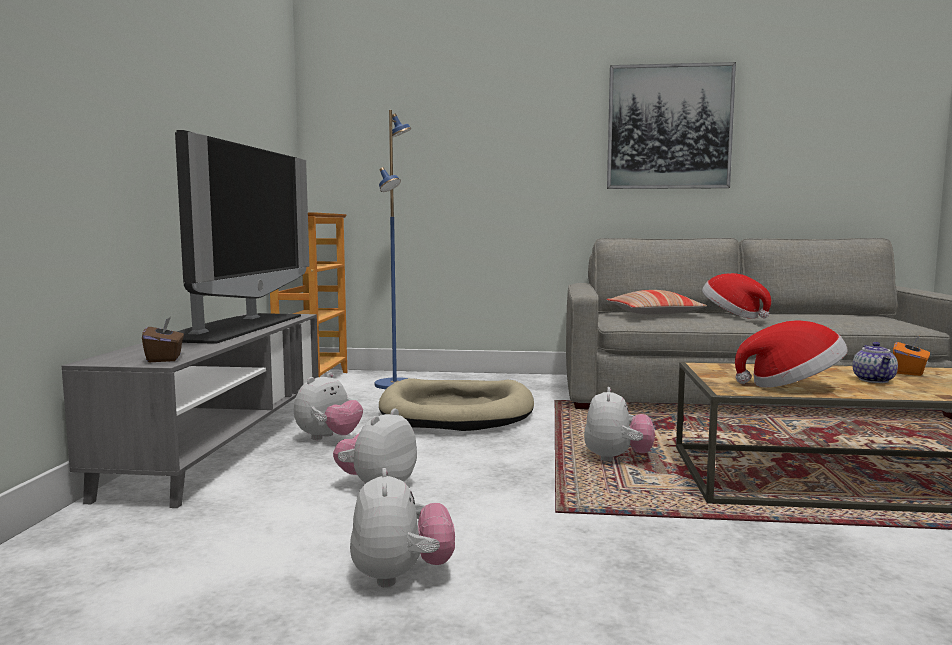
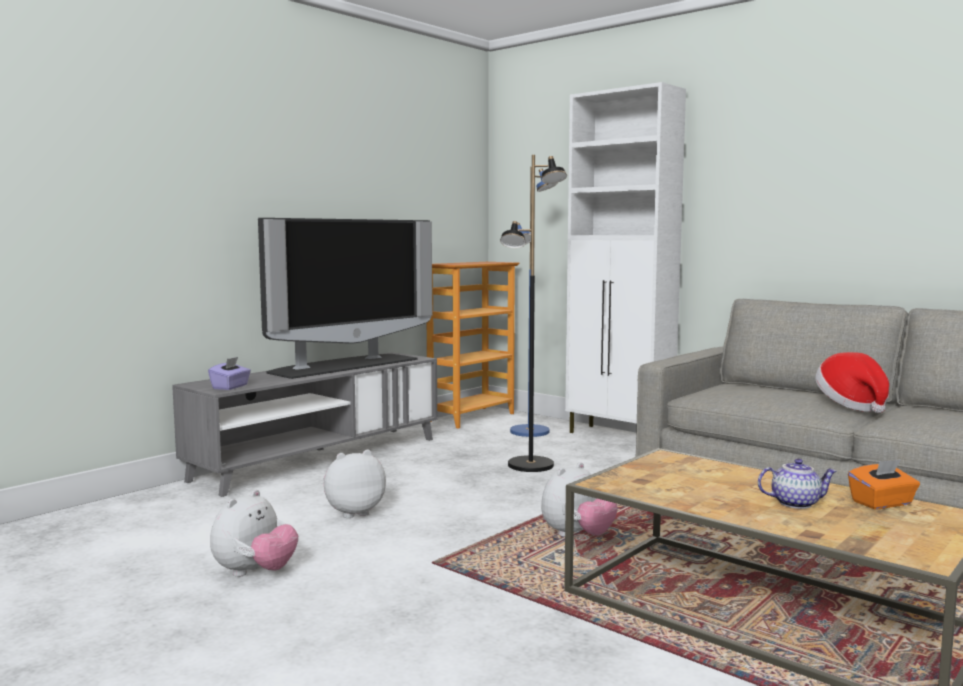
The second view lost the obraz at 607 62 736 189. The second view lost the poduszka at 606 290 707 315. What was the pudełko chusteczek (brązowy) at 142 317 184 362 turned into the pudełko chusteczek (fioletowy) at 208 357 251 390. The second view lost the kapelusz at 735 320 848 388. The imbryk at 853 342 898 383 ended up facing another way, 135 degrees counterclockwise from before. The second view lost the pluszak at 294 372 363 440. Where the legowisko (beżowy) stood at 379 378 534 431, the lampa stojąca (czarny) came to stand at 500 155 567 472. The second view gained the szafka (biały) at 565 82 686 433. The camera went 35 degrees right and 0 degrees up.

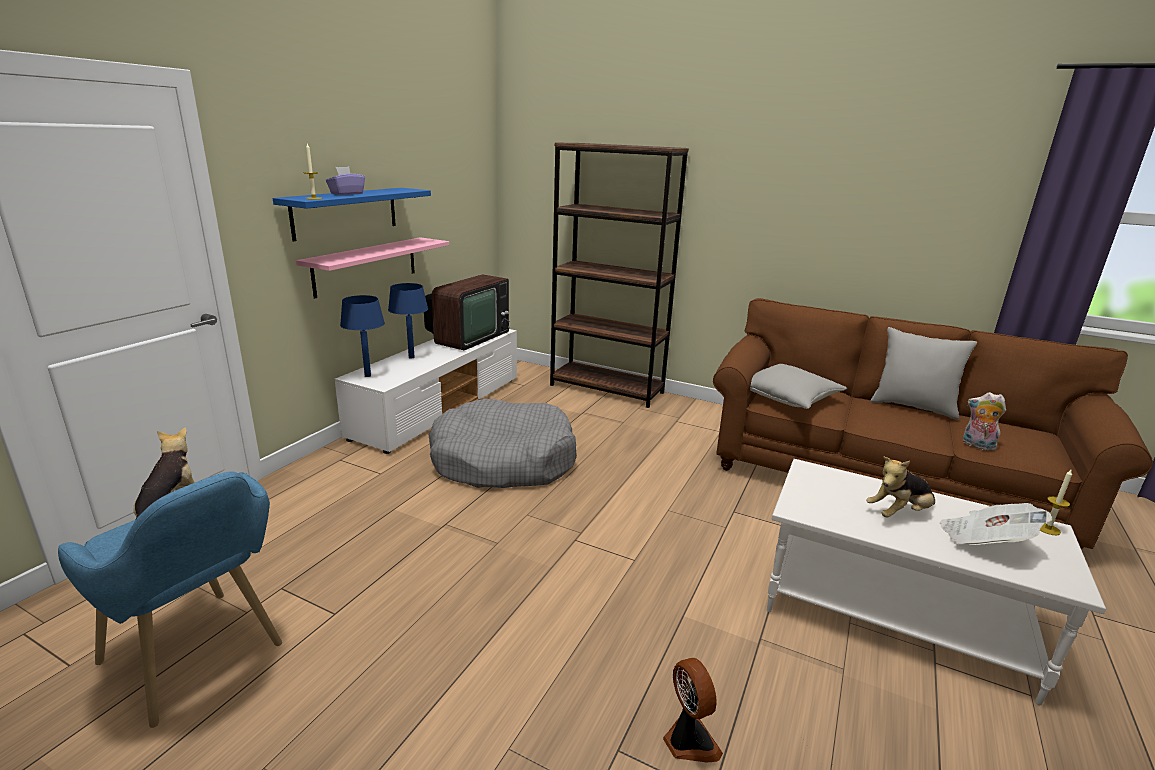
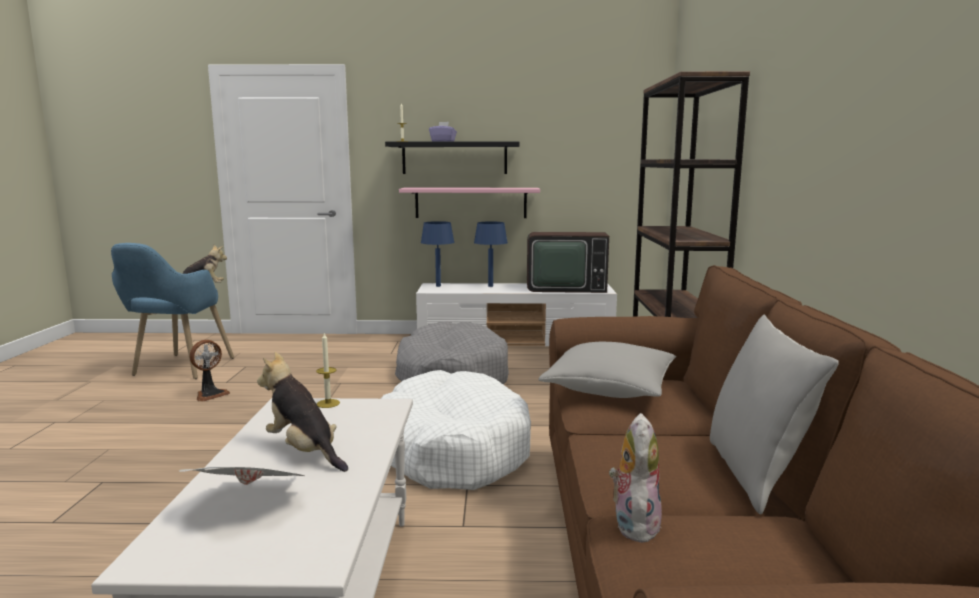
What was the półka (niebieski) at 273 188 431 242 turned into the półka (czarny) at 385 142 520 174. The świeca ended up elsewhere, having gone from 1040 470 1072 535 to 316 333 340 408. The wentylator ended up elsewhere, having gone from 663 658 723 763 to 189 340 230 402. The second view gained the legowisko (biały) at 381 370 531 490. The camera went 65 degrees right and 10 degrees down.

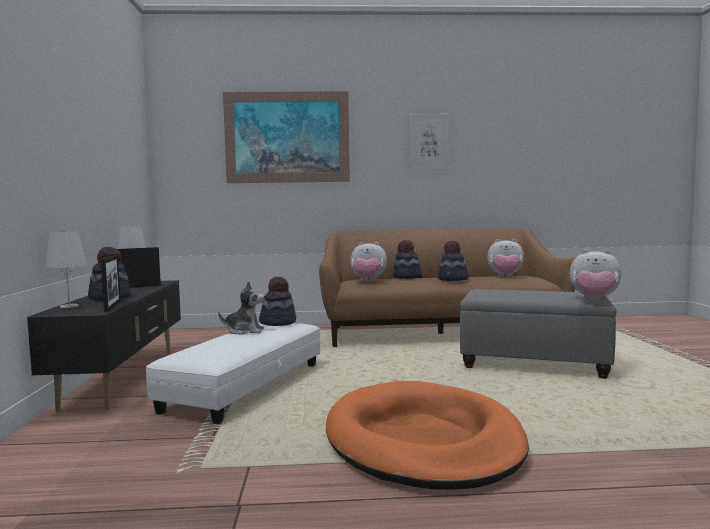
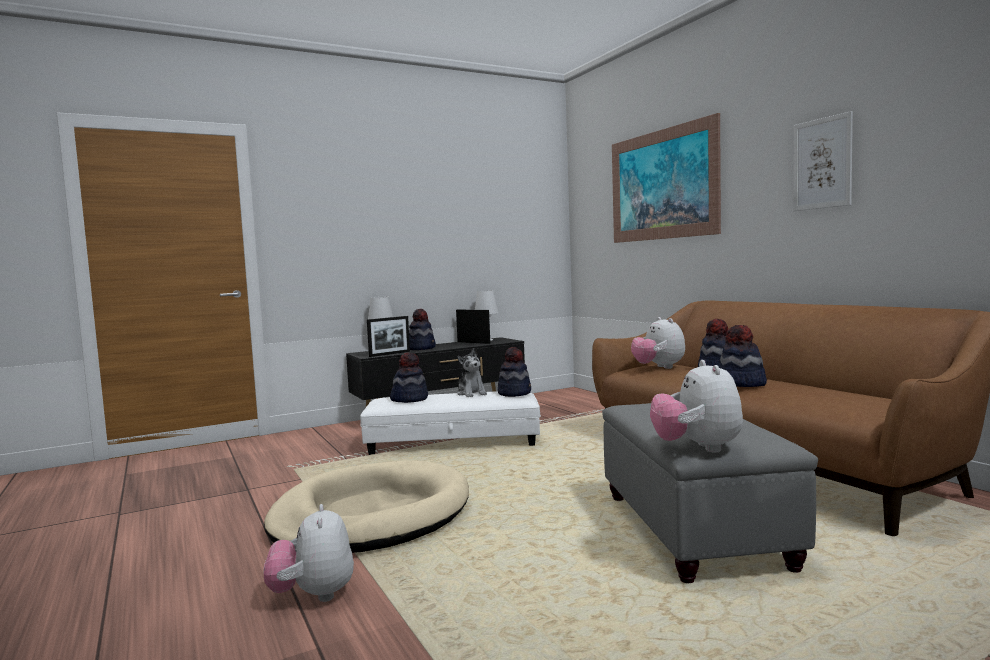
The pluszak ended up elsewhere, having gone from 487 239 524 277 to 263 504 354 602. What was the legowisko (pomarańczowy) at 326 381 529 490 turned into the legowisko (beżowy) at 264 460 469 553. The second view gained the kapelusz at 390 352 428 403. The camera went 65 degrees right and 0 degrees up.

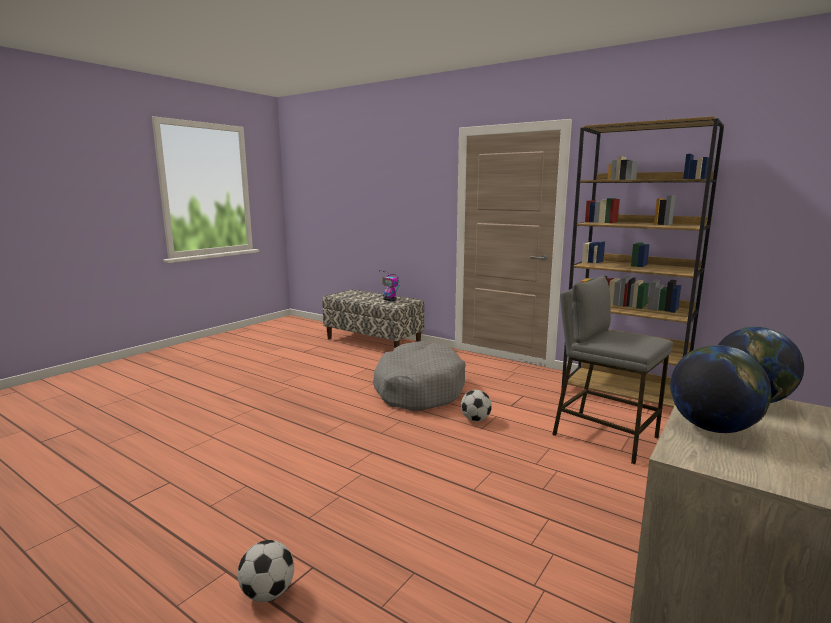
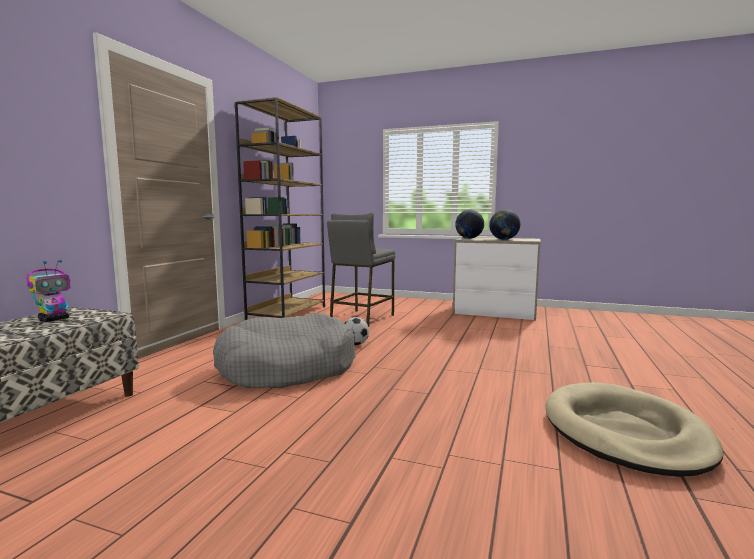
The second view lost the piłka futbolowa at 238 540 294 602. The second view gained the legowisko (beżowy) at 545 382 723 477. The camera went 105 degrees left and 5 degrees down.

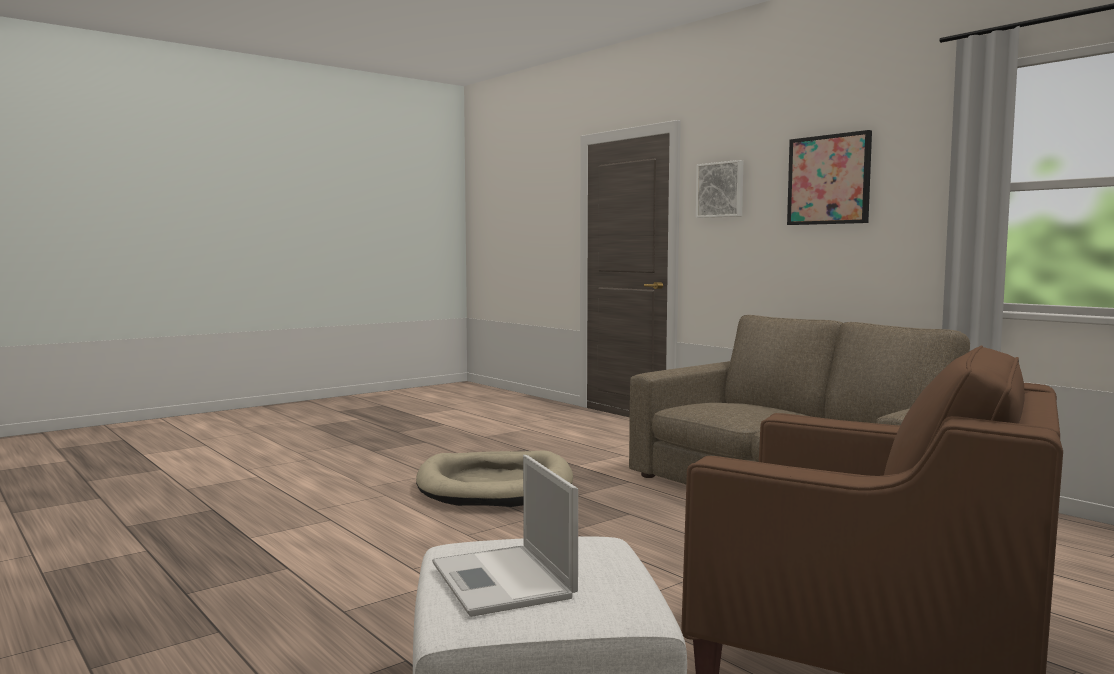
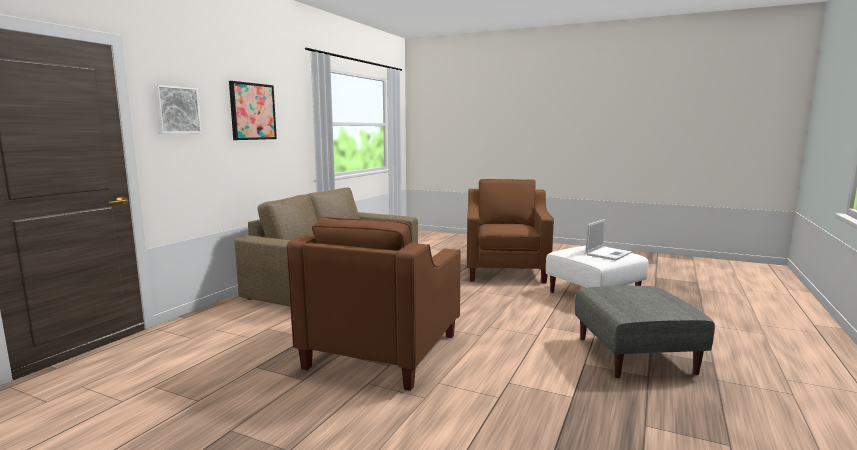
Where the legowisko (beżowy) stood at 416 450 573 507, the fotel (brązowy) came to stand at 287 217 461 391. The second view gained the pufa (szary) at 575 286 715 378. The camera went 115 degrees left and 5 degrees up.

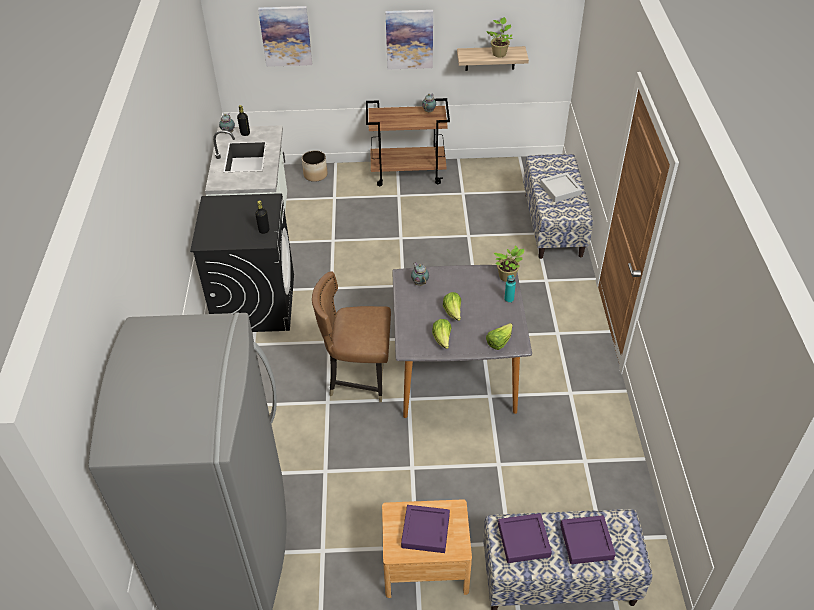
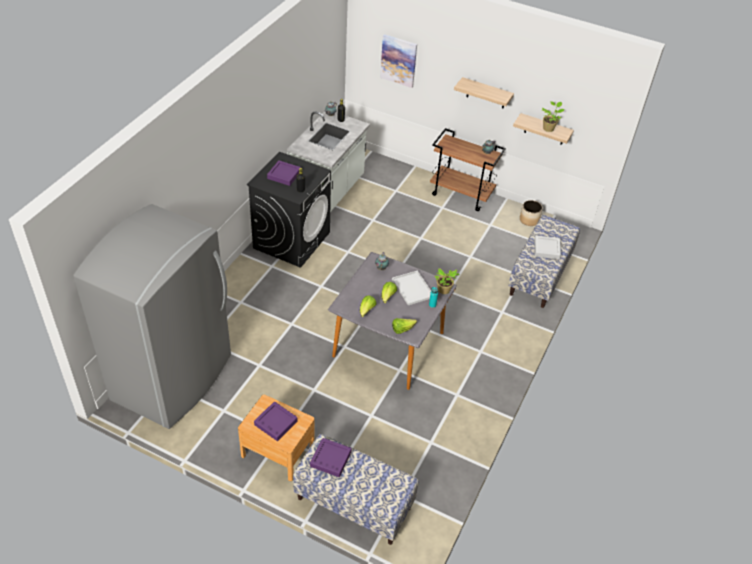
Where the obraz hung at 385 10 433 70, the półka came to hang at 454 77 514 108. The donica ended up elsewhere, having gone from 302 150 328 182 to 520 200 543 226. The second view lost the krzesło (brązowy) at 312 271 391 402. The taca (fioletowy) ended up elsewhere, having gone from 560 515 616 564 to 267 160 301 186. The second view gained the taca (biały) at 392 270 431 305. The camera went 25 degrees right and 0 degrees up.

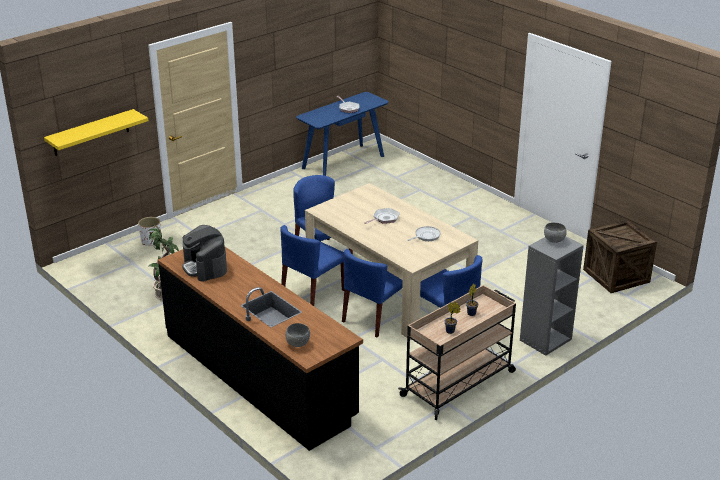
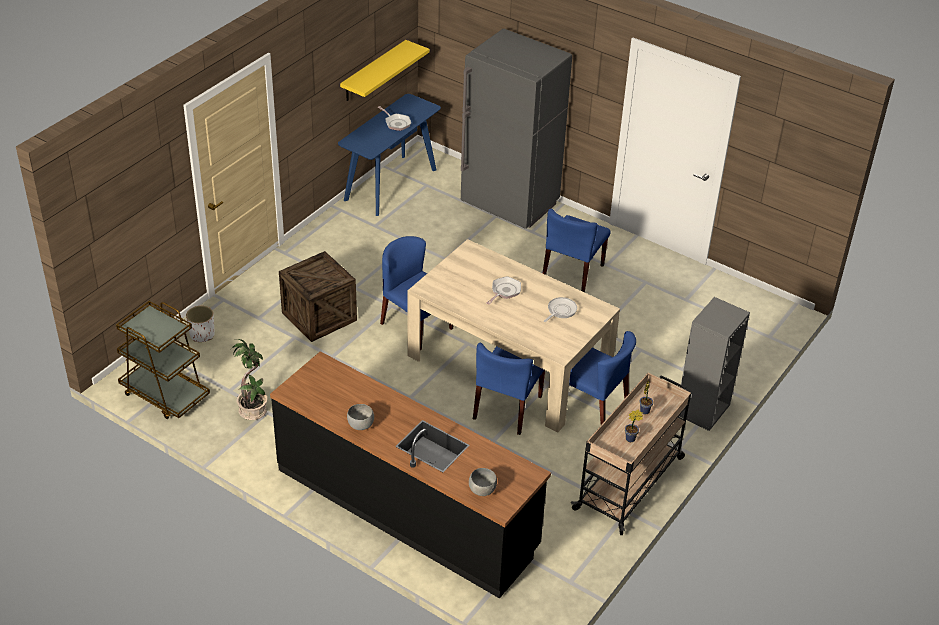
The półka (żółty) ended up elsewhere, having gone from 44 109 148 156 to 340 40 429 101. The skrzynka ended up elsewhere, having gone from 583 220 657 293 to 279 251 357 342. The miska (szary) ended up elsewhere, having gone from 544 222 567 243 to 347 404 374 430. The second view lost the ekspres do kawy at 182 225 227 281. The krzesło (niebieski) ended up elsewhere, having gone from 280 225 344 306 to 543 209 611 293. The second view gained the lodówka (szary) at 461 29 572 229. The second view gained the wózek (brązowy) at 116 301 210 419. The camera went 15 degrees left and 10 degrees up.

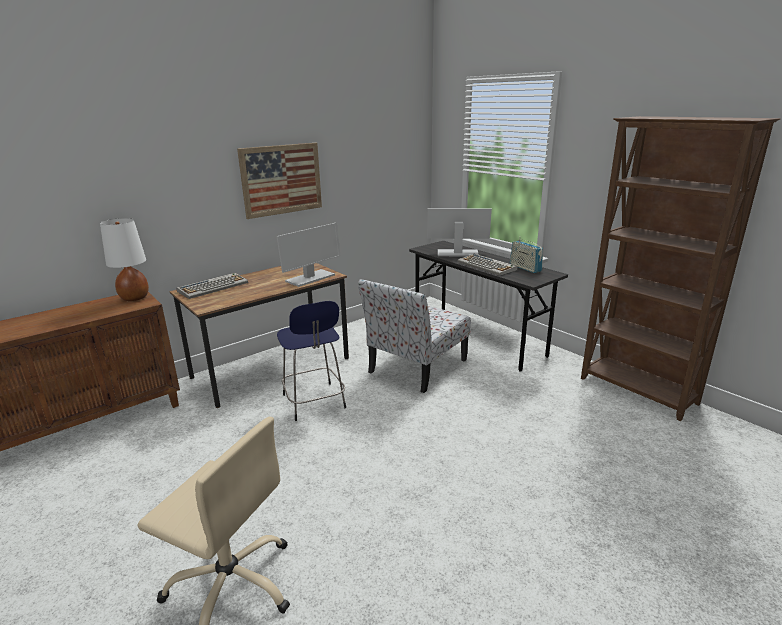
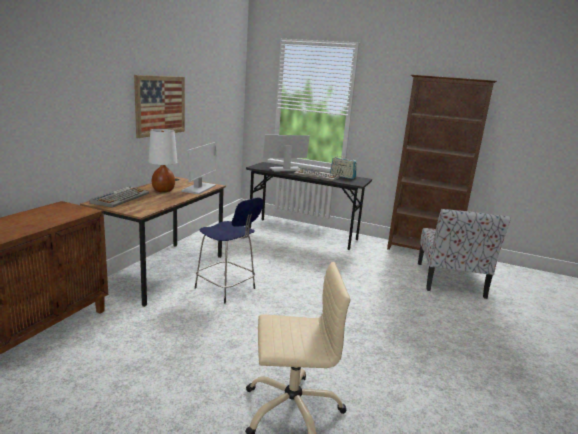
The lampa stołowa (biały) ended up elsewhere, having gone from 100 218 149 301 to 148 129 177 192. The krzesło ended up elsewhere, having gone from 358 279 471 393 to 418 209 511 299. The camera went 30 degrees left and 5 degrees down.

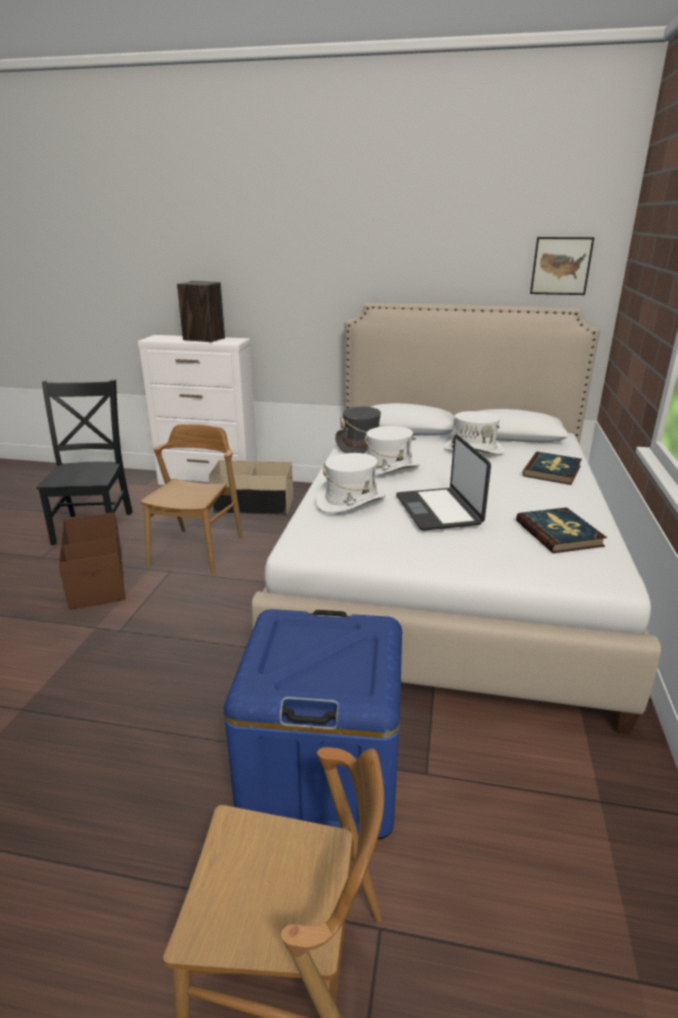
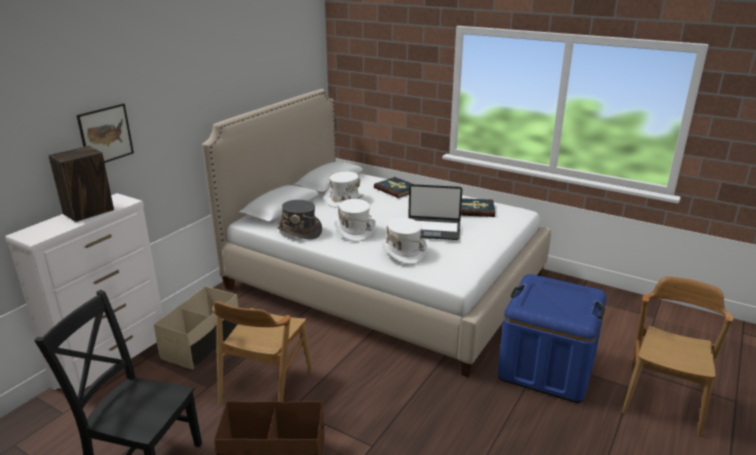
The obraz ended up elsewhere, having gone from 530 237 594 295 to 76 104 134 163. The krzesło (brązowy) at 141 424 243 575 ended up facing another way, 105 degrees counterclockwise from before. The camera went 70 degrees left and 0 degrees up.

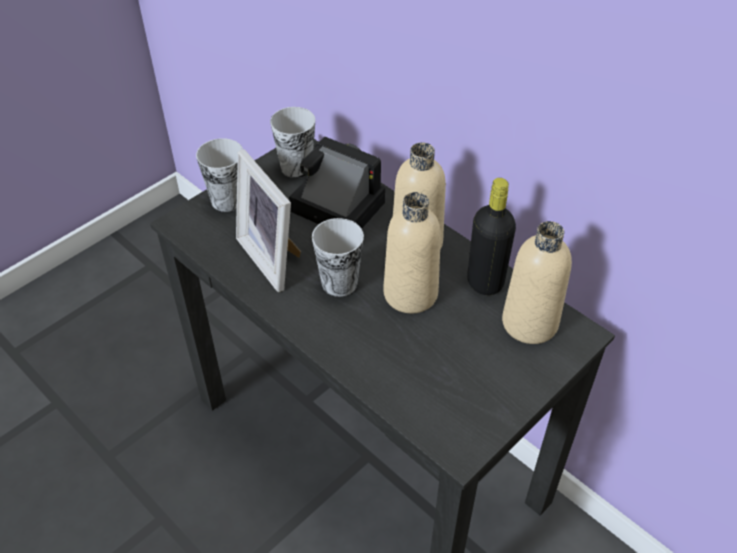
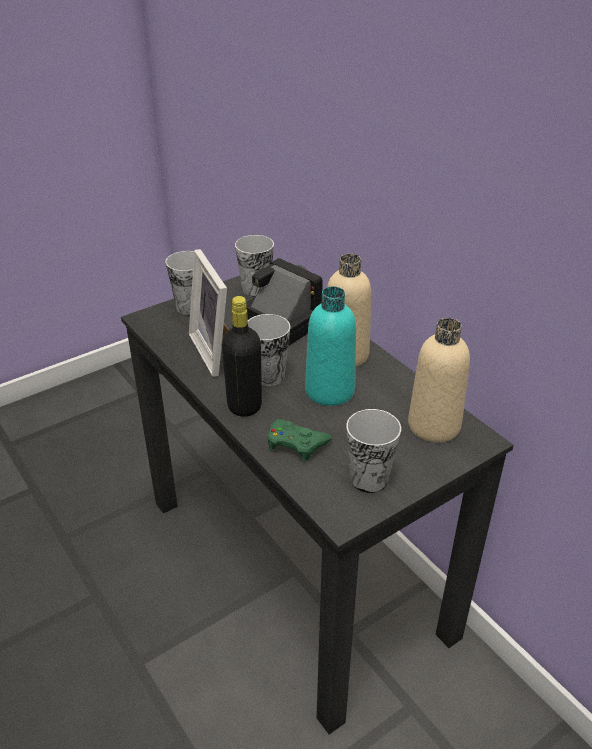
The butelka (czarny) ended up elsewhere, having gone from 467 178 516 295 to 222 296 262 417. What was the butelka (beżowy) at 383 192 441 313 turned into the butelka (turkusowy) at 305 286 356 406. The second view gained the filiżanka at 346 409 401 493. The second view gained the pad do gier (zielony) at 268 419 332 462. The camera went 10 degrees right and 10 degrees down.

